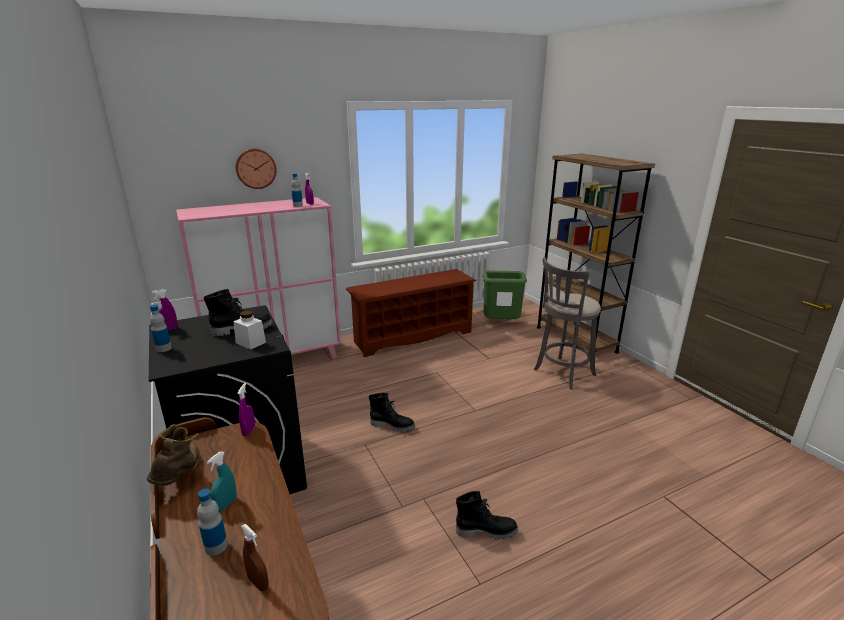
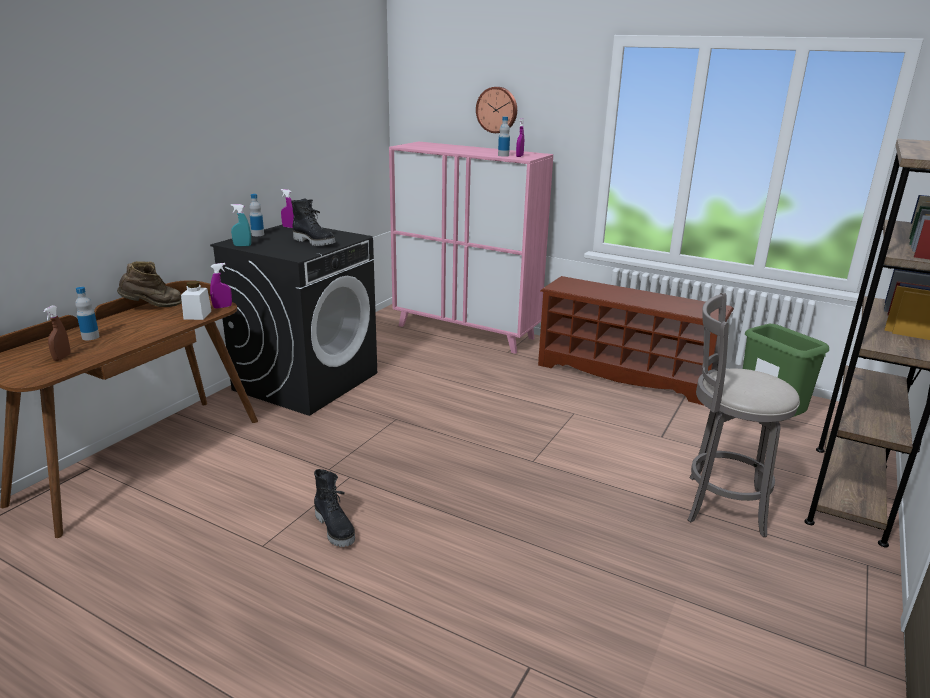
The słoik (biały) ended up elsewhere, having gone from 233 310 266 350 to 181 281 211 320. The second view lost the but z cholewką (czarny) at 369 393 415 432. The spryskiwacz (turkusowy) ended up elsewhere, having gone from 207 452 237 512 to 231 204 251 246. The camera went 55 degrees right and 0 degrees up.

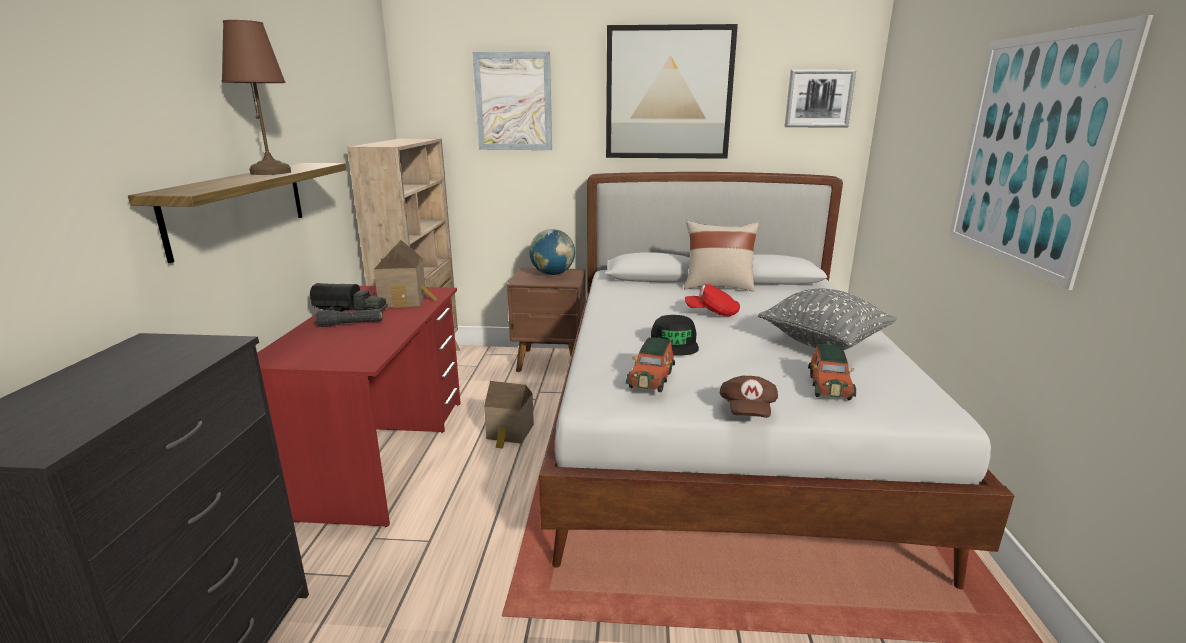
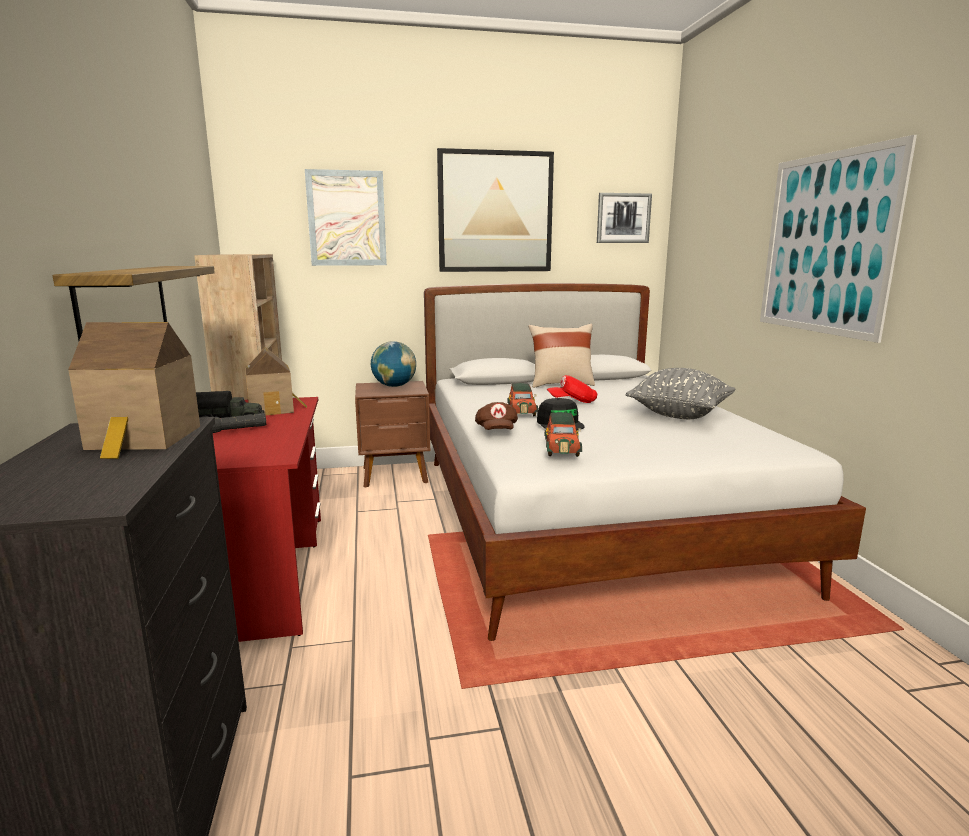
The second view lost the lampa stołowa (brązowy) at 222 20 291 175. The samochodzik ended up elsewhere, having gone from 808 344 856 400 to 507 383 538 416. The czapka z daszkiem (brązowy) ended up elsewhere, having gone from 720 376 778 418 to 475 402 518 430. The domek ended up elsewhere, having gone from 484 381 534 449 to 68 322 200 459. The camera went 15 degrees left and 5 degrees down.

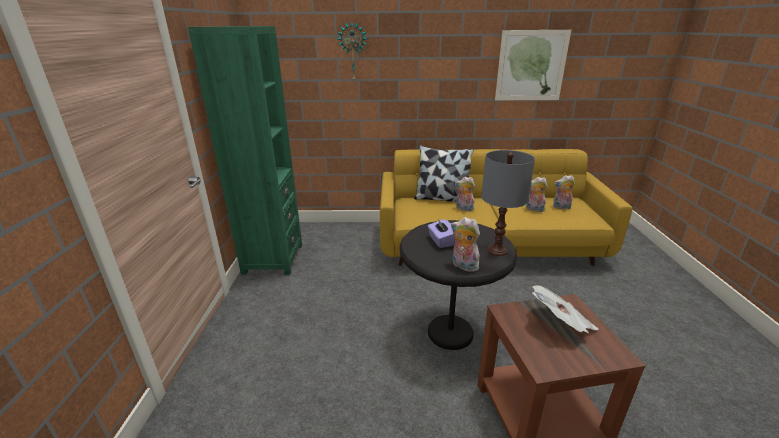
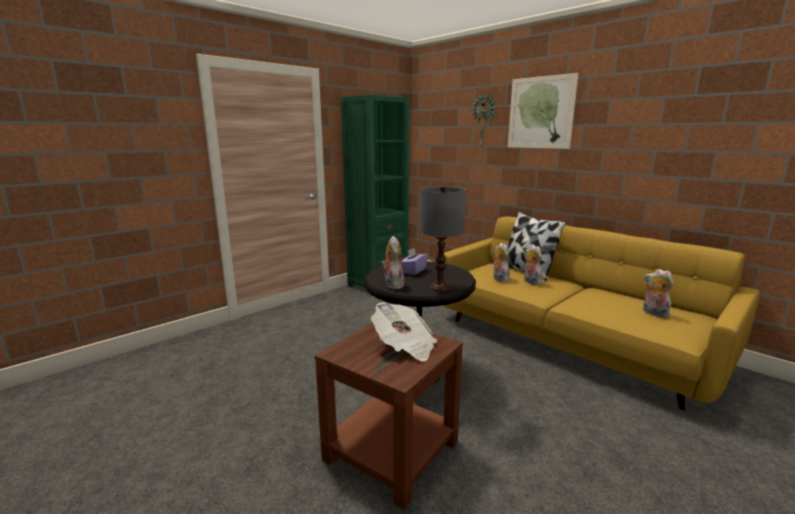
The obraz ended up elsewhere, having gone from 495 30 571 100 to 508 73 578 149. The pluszak ended up elsewhere, having gone from 526 177 548 212 to 493 243 510 282. The camera went 45 degrees right and 10 degrees down.

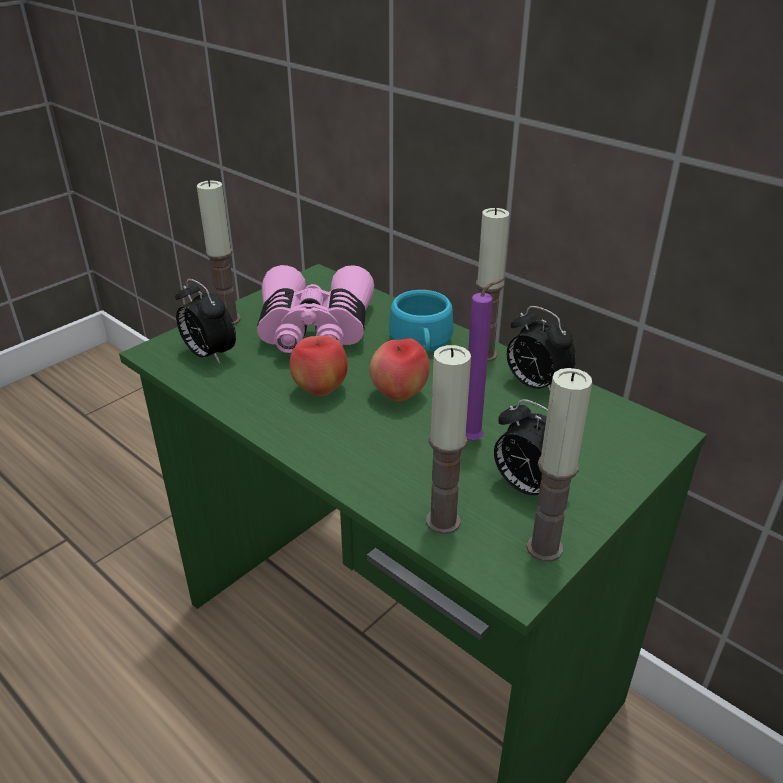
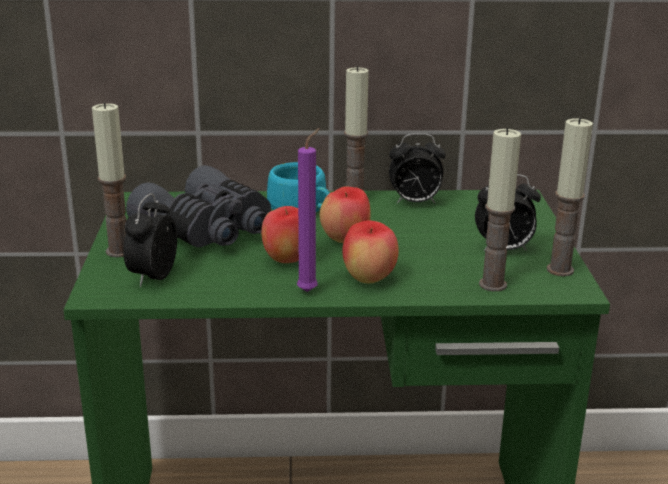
What was the lornetka (różowy) at 257 265 374 353 turned into the lornetka (szary) at 126 165 271 247. The świeca (fioletowy) ended up elsewhere, having gone from 466 278 506 441 to 297 128 320 292. The budzik at 175 279 236 364 ended up facing another way, 105 degrees clockwise from before. The second view gained the jabłko at 342 221 399 283. The camera went 45 degrees left and 10 degrees down.

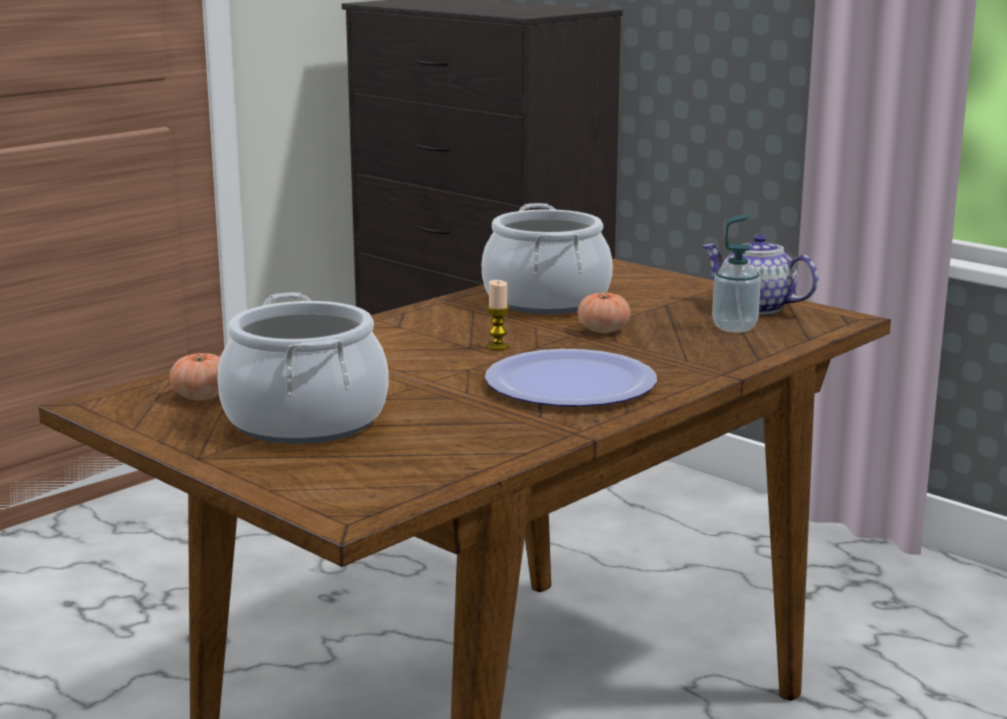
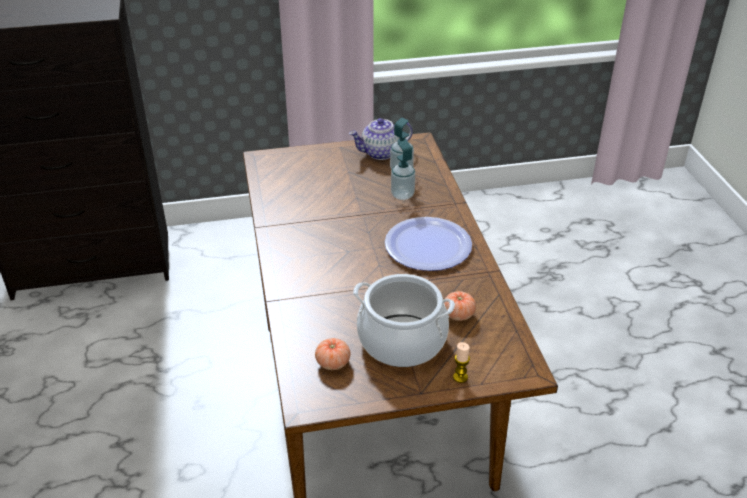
The second view lost the garnek at 482 203 613 314. The świeca ended up elsewhere, having gone from 487 280 510 350 to 453 342 470 383. The pomidor ended up elsewhere, having gone from 578 292 631 333 to 444 291 476 321. The second view gained the dozownik mydła at 391 140 415 200. The camera went 55 degrees left and 20 degrees up.

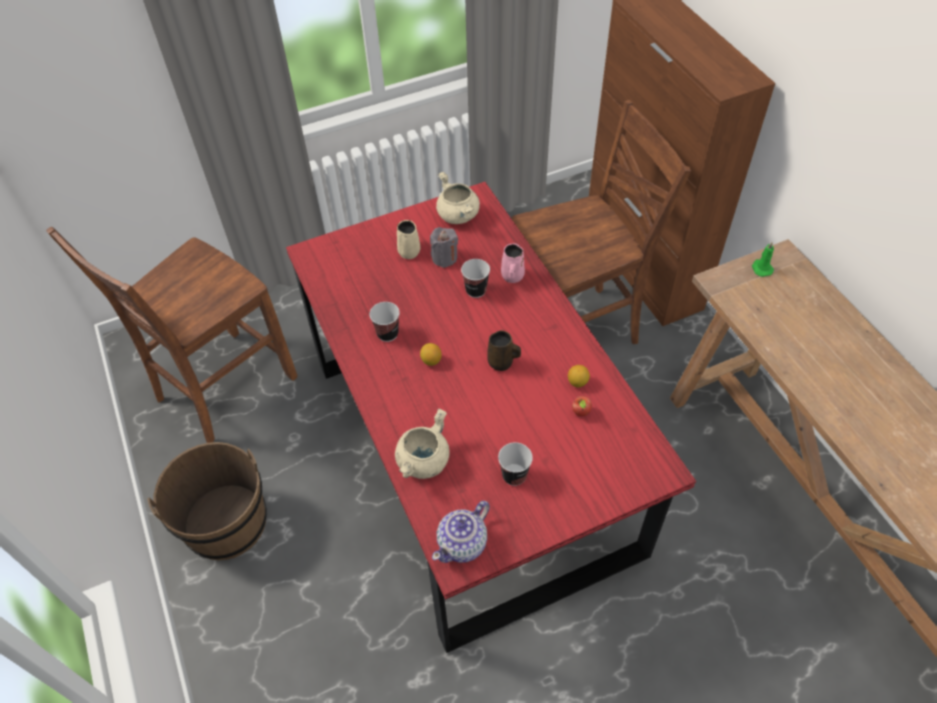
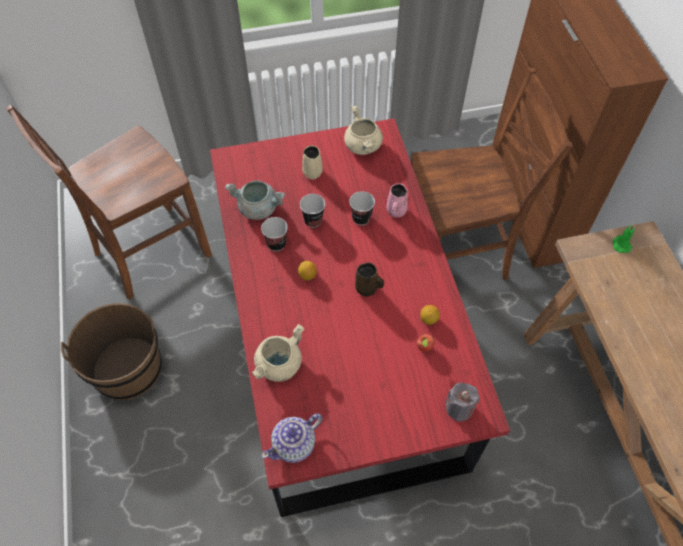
The świeca (szary) ended up elsewhere, having gone from 430 227 458 268 to 445 383 480 421. The filiżanka ended up elsewhere, having gone from 498 442 533 486 to 300 194 325 228. The second view gained the garnek (szary) at 225 181 285 220. The camera went 10 degrees right and 5 degrees up.

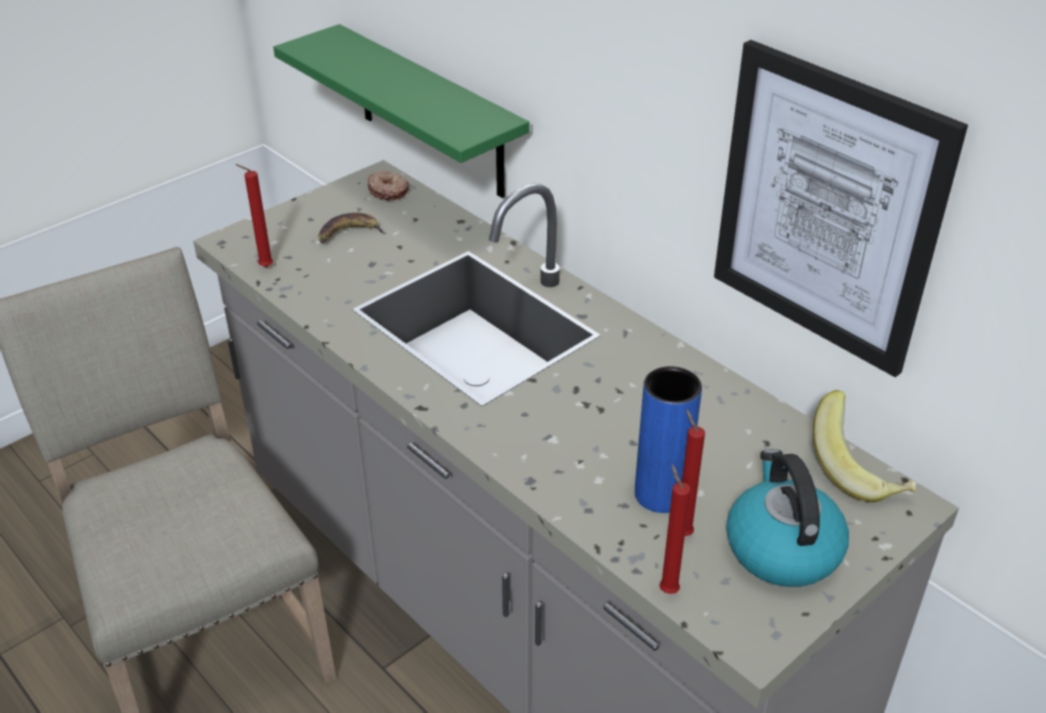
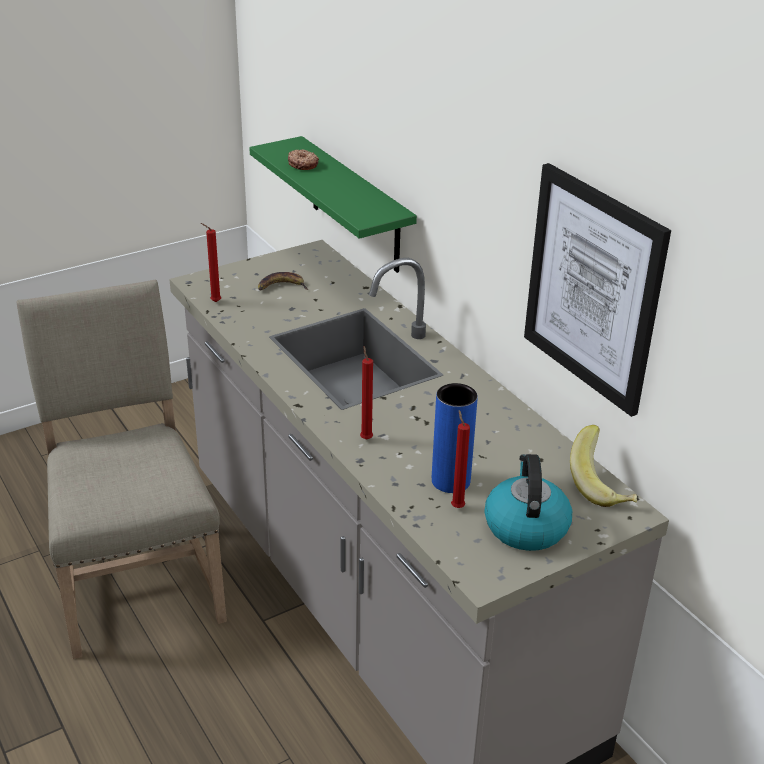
The donut ended up elsewhere, having gone from 368 171 409 200 to 288 149 319 170. The świeca (czerwony) ended up elsewhere, having gone from 659 464 691 594 to 360 346 373 440. The camera went 10 degrees right and 5 degrees down.

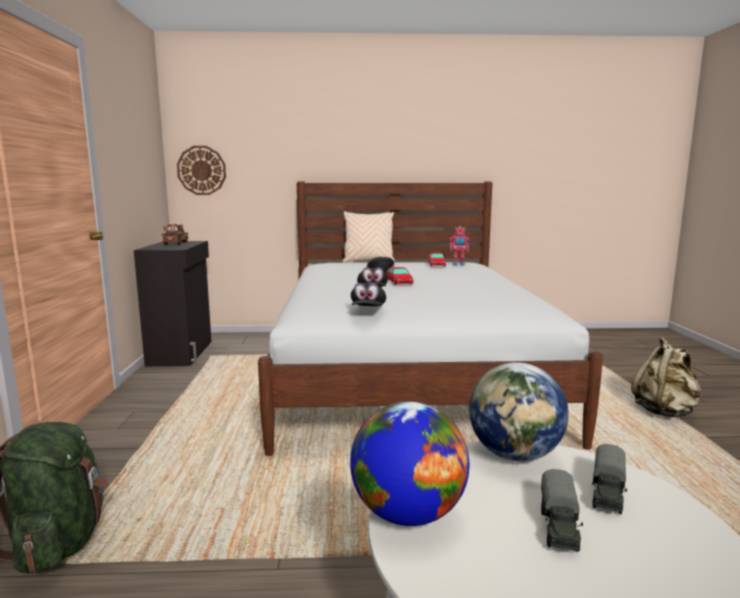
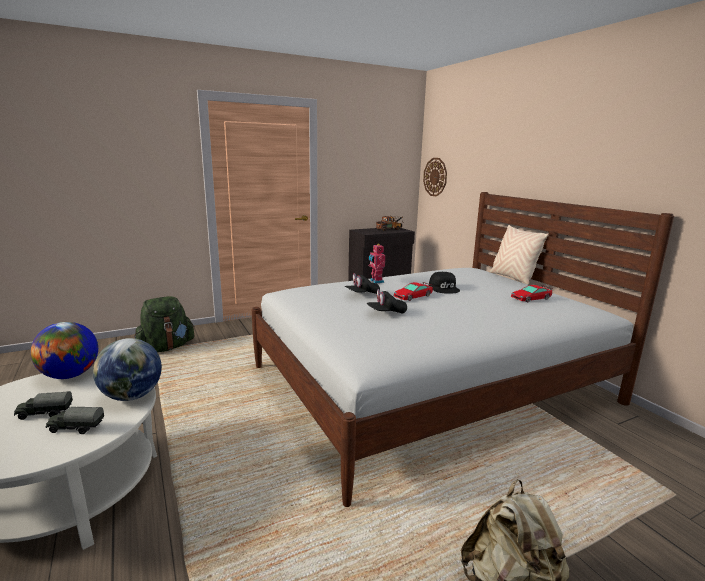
The robot zabawkowy ended up elsewhere, having gone from 450 226 469 265 to 369 243 385 283. The czapka z daszkiem (czarny) ended up elsewhere, having gone from 351 283 386 306 to 367 289 407 314. The camera went 65 degrees right and 5 degrees up.

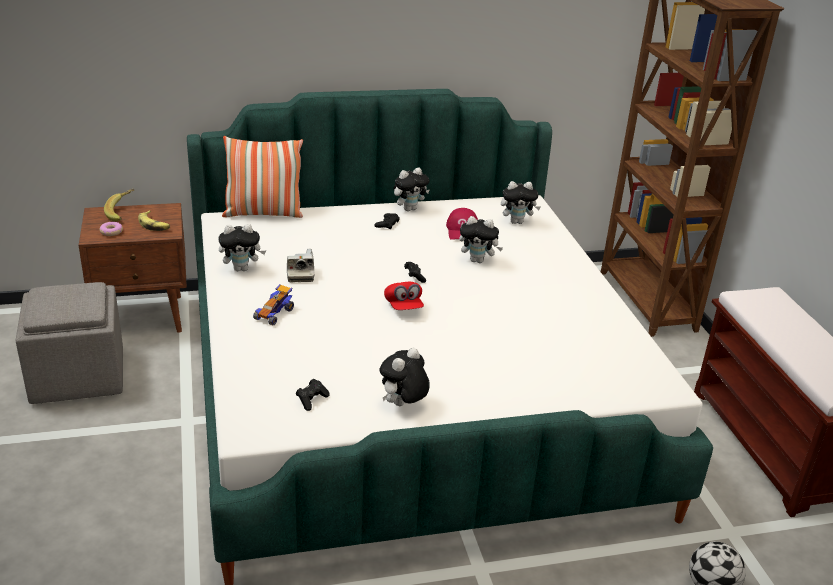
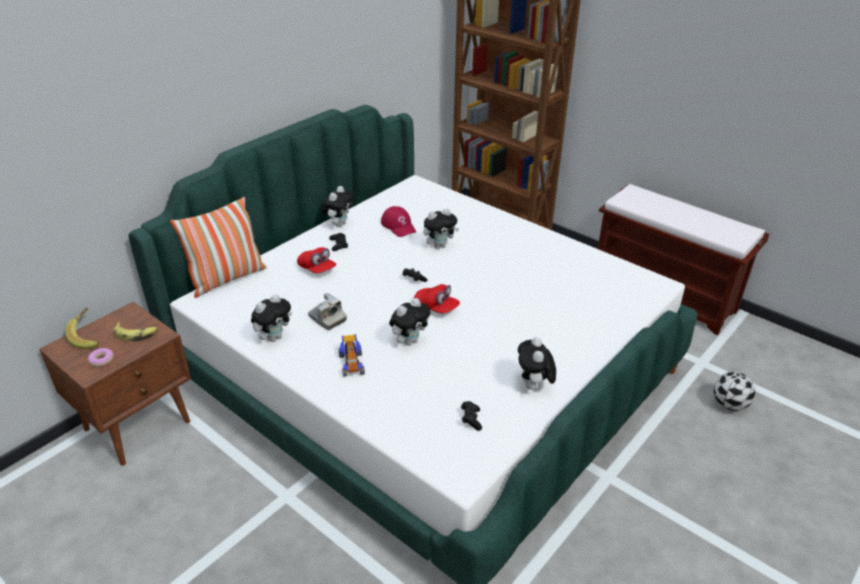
The pluszak ended up elsewhere, having gone from 501 181 541 224 to 389 298 430 346. The second view lost the pufa (szary) at 16 282 123 404. The second view gained the czapka z daszkiem (czerwony) at 297 247 336 274. The camera went 35 degrees left and 5 degrees up.

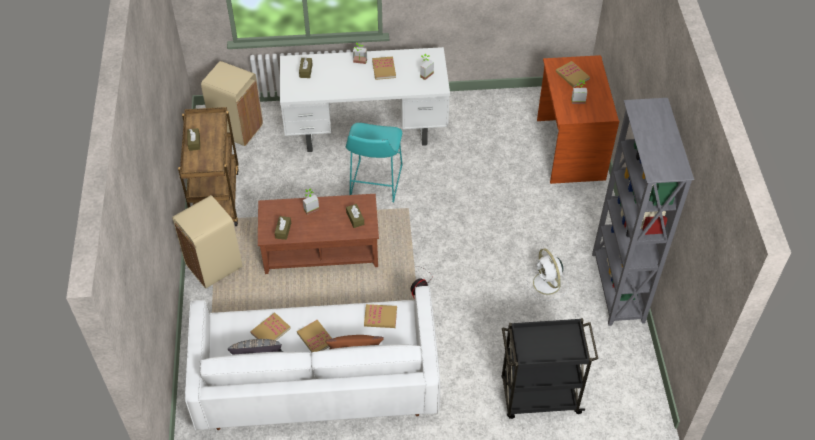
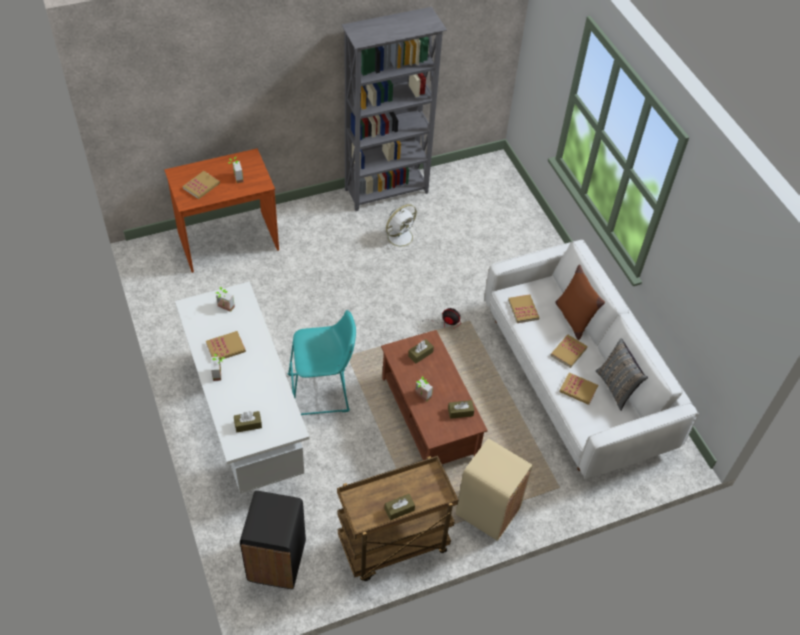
What was the kosz na śmieci (beżowy) at 201 61 263 146 turned into the kosz na śmieci (czarny) at 240 491 306 589. The second view lost the wózek (czarny) at 501 318 598 419. The camera went 110 degrees left and 0 degrees up.

